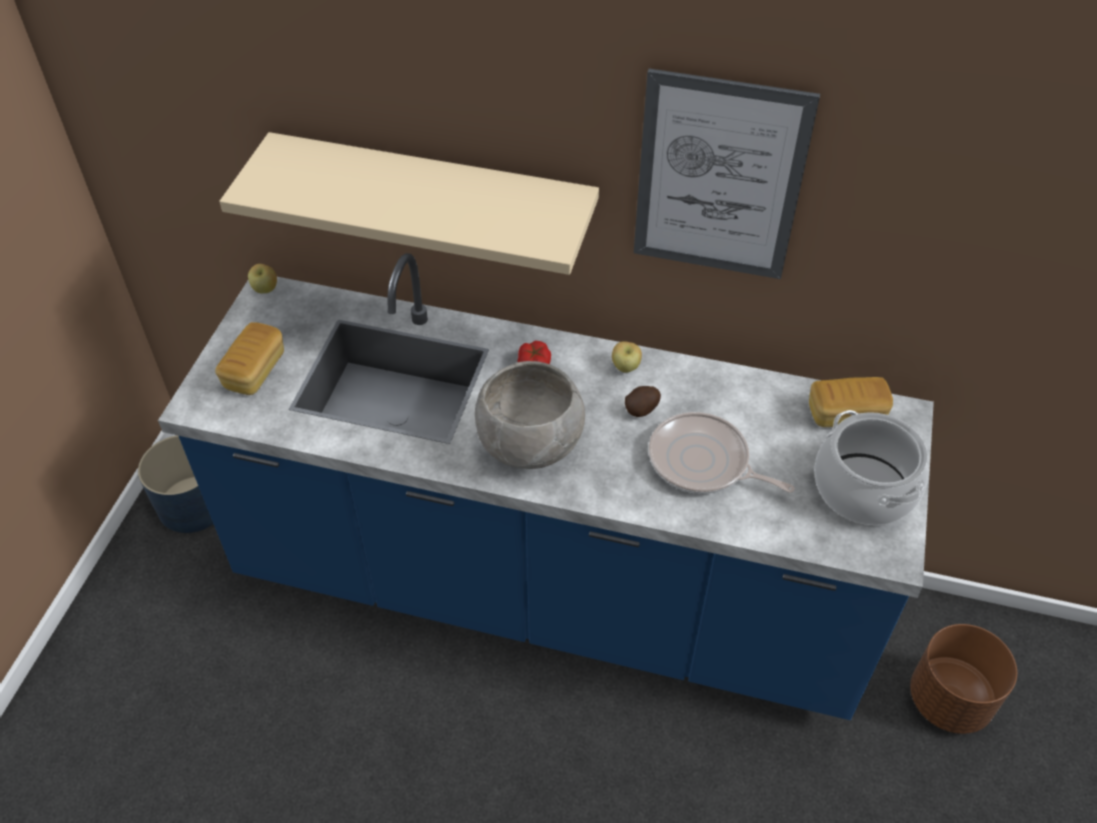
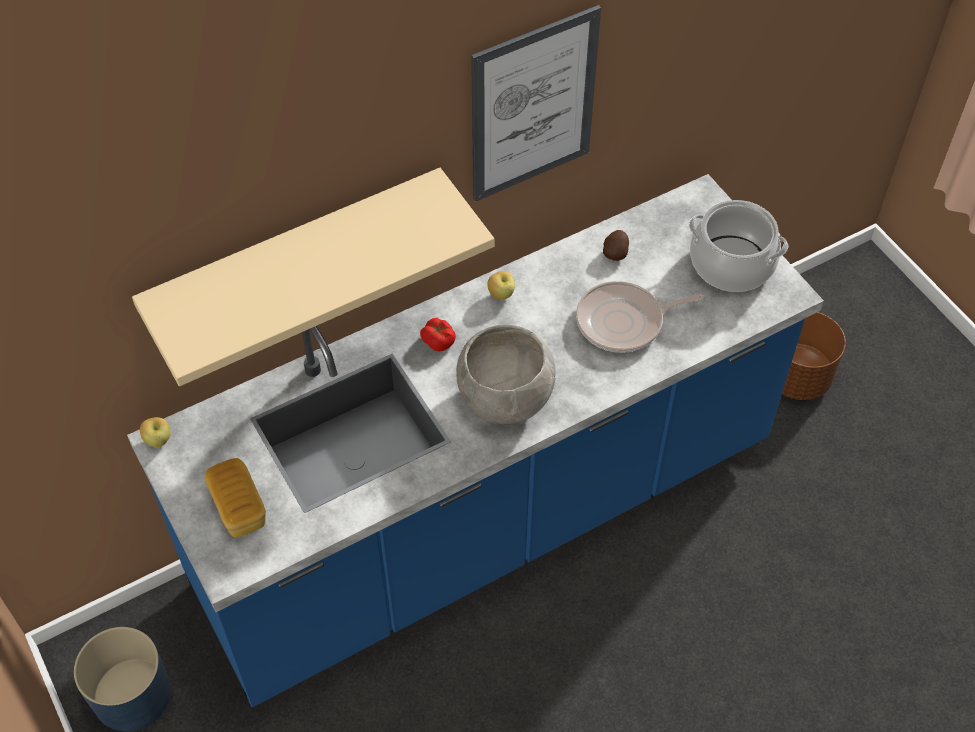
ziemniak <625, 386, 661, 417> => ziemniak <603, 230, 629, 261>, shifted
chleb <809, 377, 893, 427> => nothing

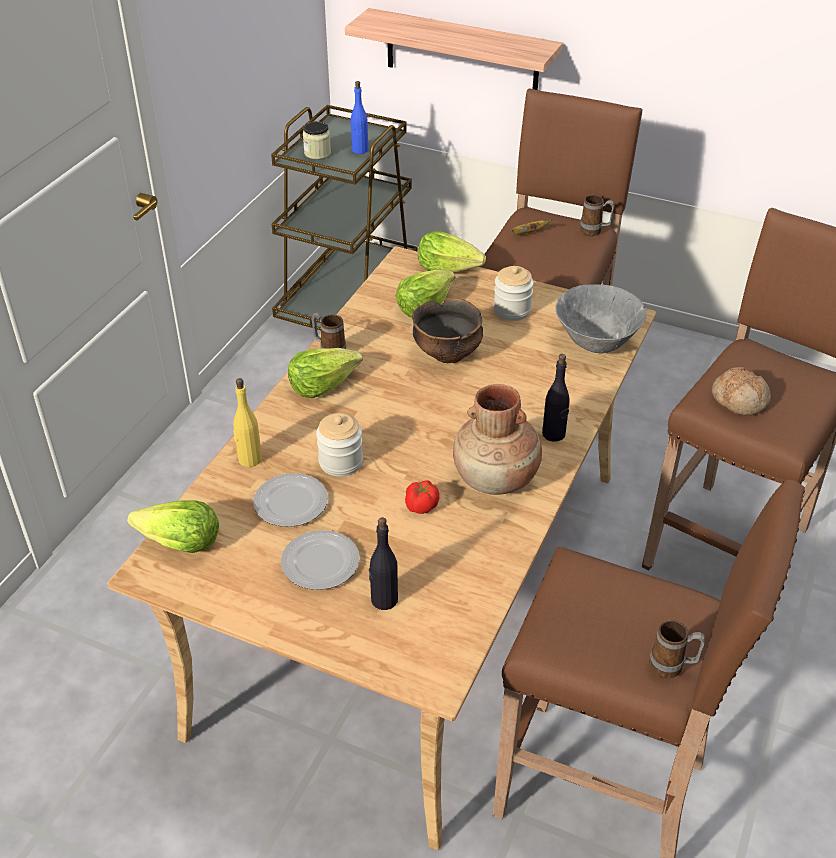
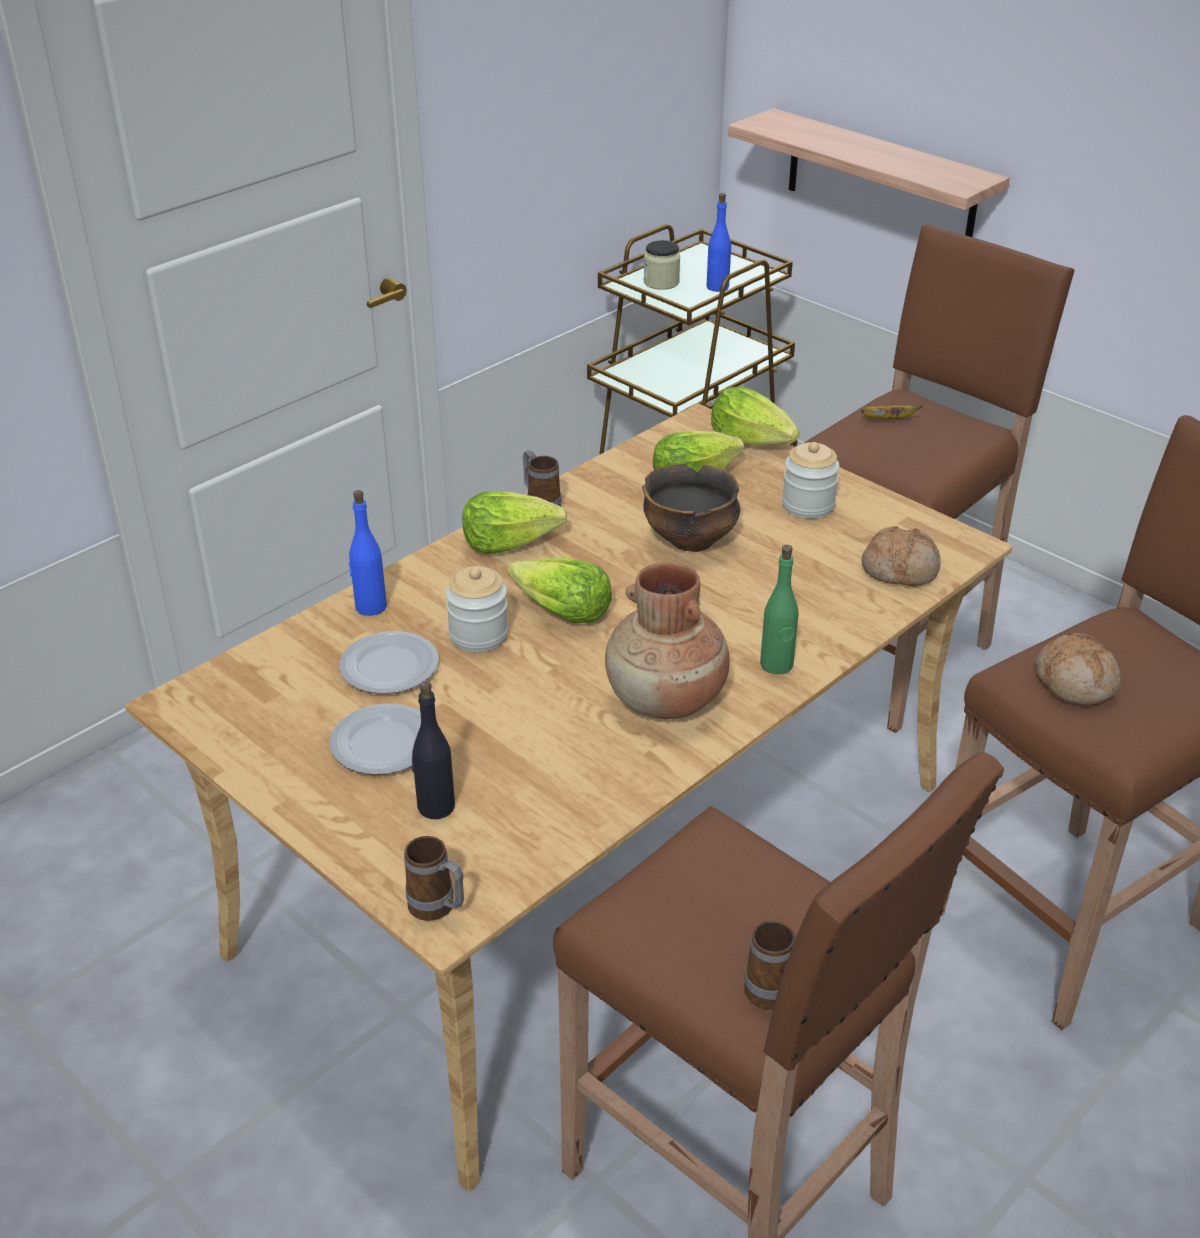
sałata <127, 500, 219, 553> => sałata <508, 558, 612, 623>, shifted
butelka/żółty <233, 378, 262, 467> => butelka/niebieski <349, 490, 387, 616>
pomidor <405, 480, 439, 514> => nothing
butelka/czarny <542, 354, 570, 442> => butelka/zielony <760, 545, 798, 674>
miska/szary <555, 284, 646, 354> => chleb <862, 526, 941, 586>
kubek <580, 195, 615, 236> => kubek <404, 836, 464, 921>, shifted

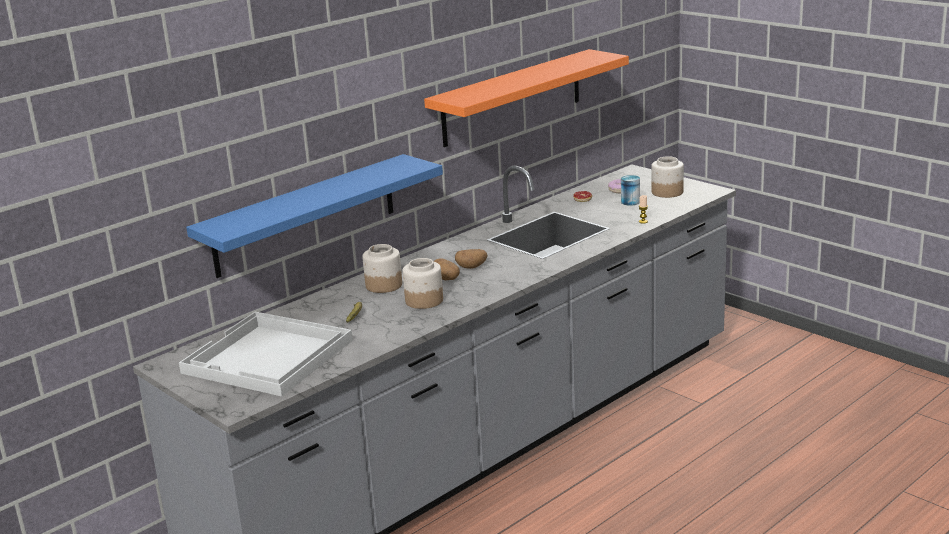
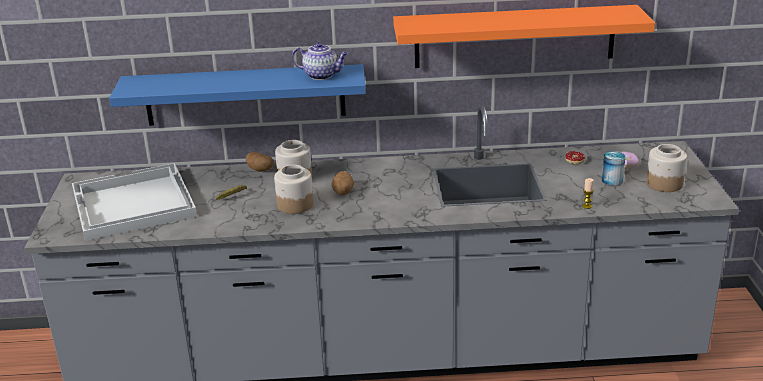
ziemniak <455, 249, 488, 269> => ziemniak <246, 152, 274, 172>, shifted
nothing => imbryk <292, 42, 348, 80>

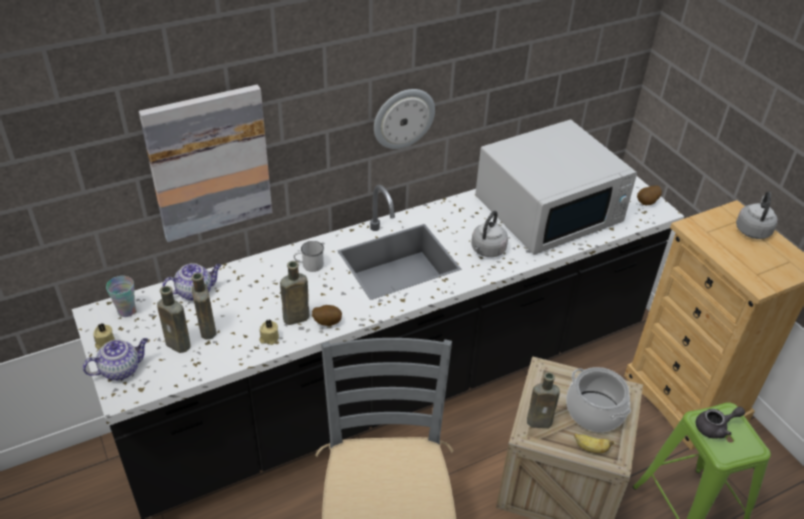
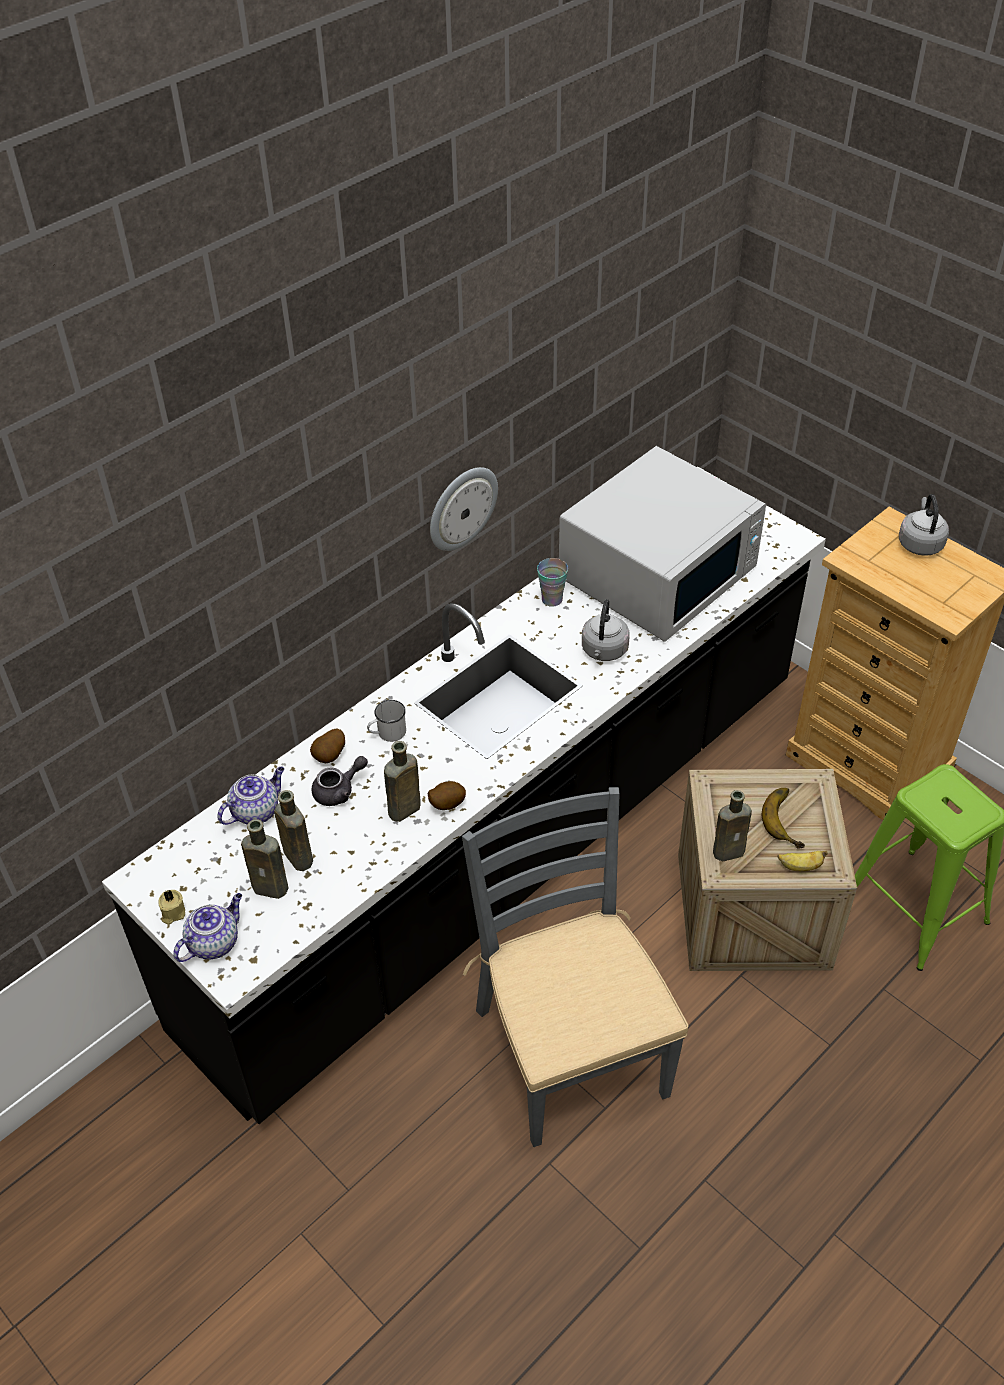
filiżanka <106, 276, 136, 317> => filiżanka <537, 558, 568, 607>, shifted
obraz <139, 85, 272, 242> => nothing
świeca/beżowy <259, 319, 279, 345> => nothing
garnek <566, 367, 631, 432> => banan <762, 788, 805, 849>
ziemniak <637, 186, 662, 205> => ziemniak <310, 728, 345, 763>, shifted
imbryk/szary <696, 407, 745, 439> => imbryk/szary <311, 756, 368, 806>, shifted

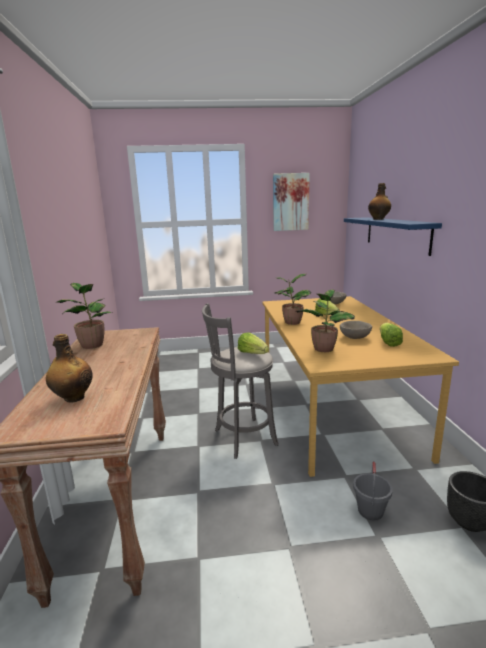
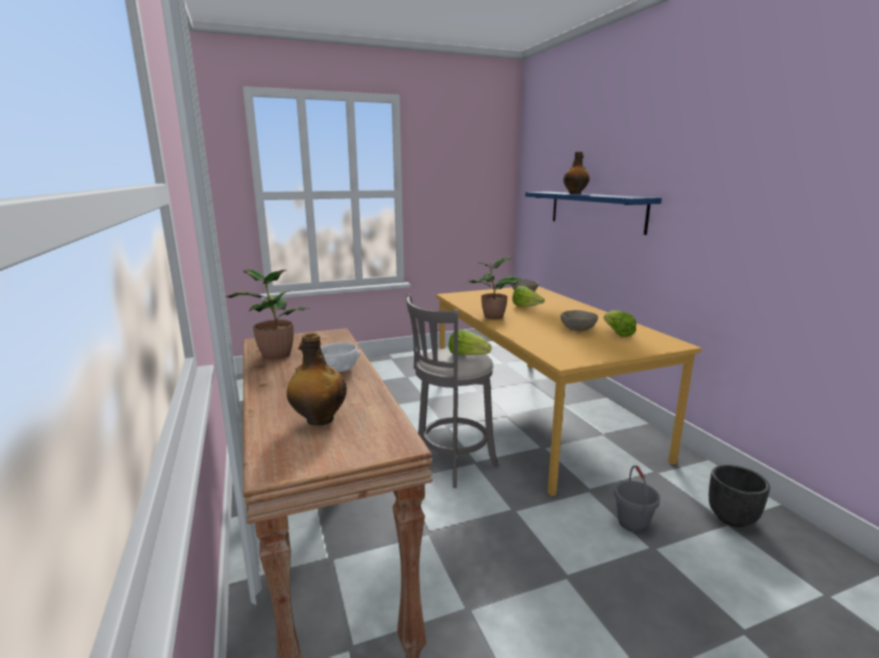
obraz <273, 173, 310, 231> => nothing
roślina doniczkowa <296, 289, 355, 352> => nothing
nothing => miska/biały <321, 342, 360, 372>

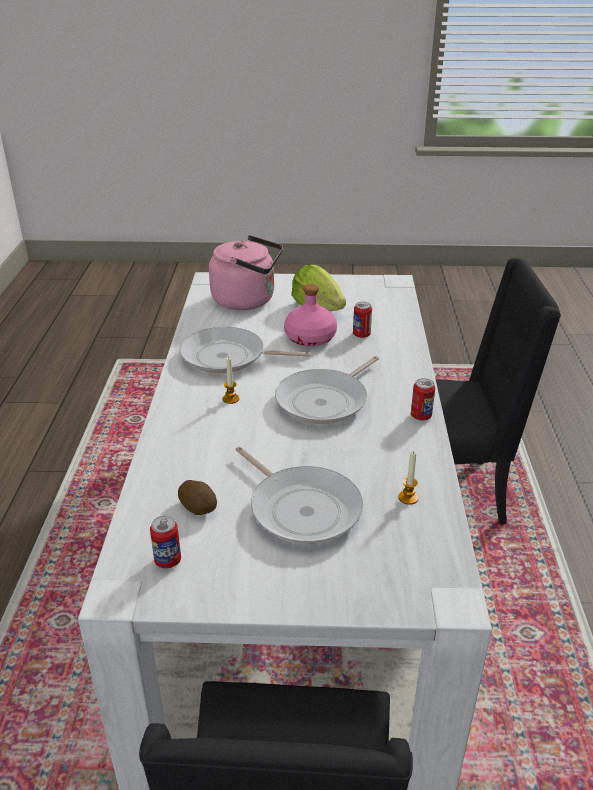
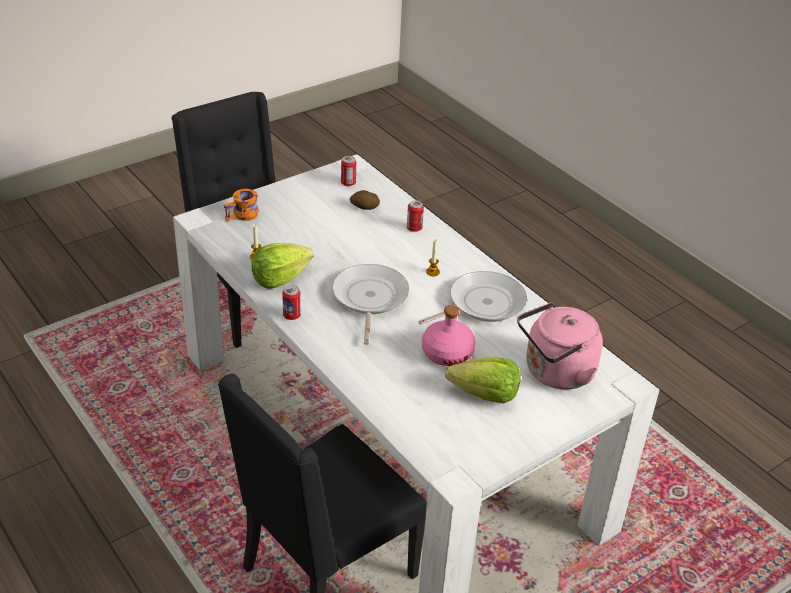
patelnia <235, 446, 363, 544> => nothing
puszka <353, 302, 372, 338> => puszka <407, 200, 424, 232>, shifted
nothing => kubek/pomarańczowy <224, 189, 259, 221>
nothing => sałata <251, 243, 313, 289>

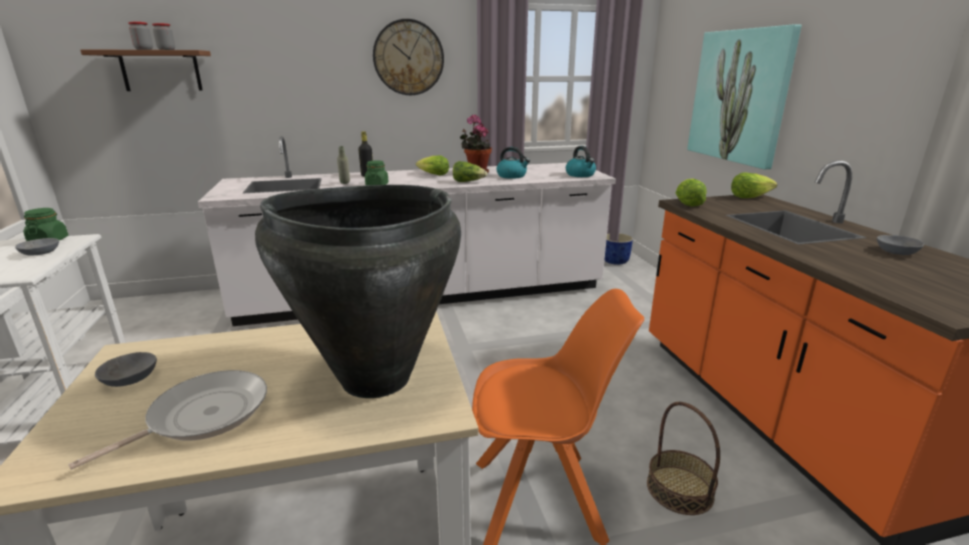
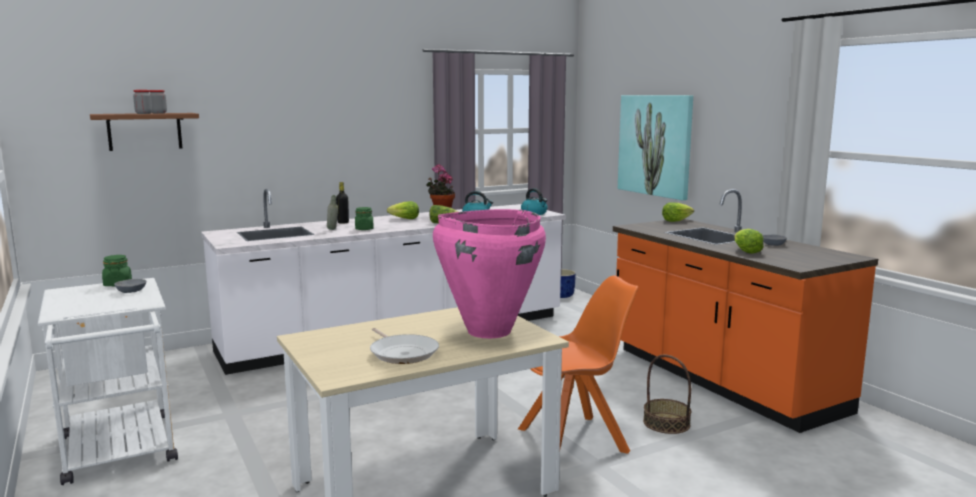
patelnia <68, 370, 267, 470> => patelnia <370, 328, 439, 364>, 120 degrees clockwise
miska/szary <95, 352, 157, 387> => nothing
wazon/czarny <255, 185, 461, 398> => wazon/różowy <433, 209, 546, 339>
zegar ścienny <373, 19, 444, 95> => nothing
sałata <675, 179, 707, 207> => sałata <735, 229, 763, 254>, shifted

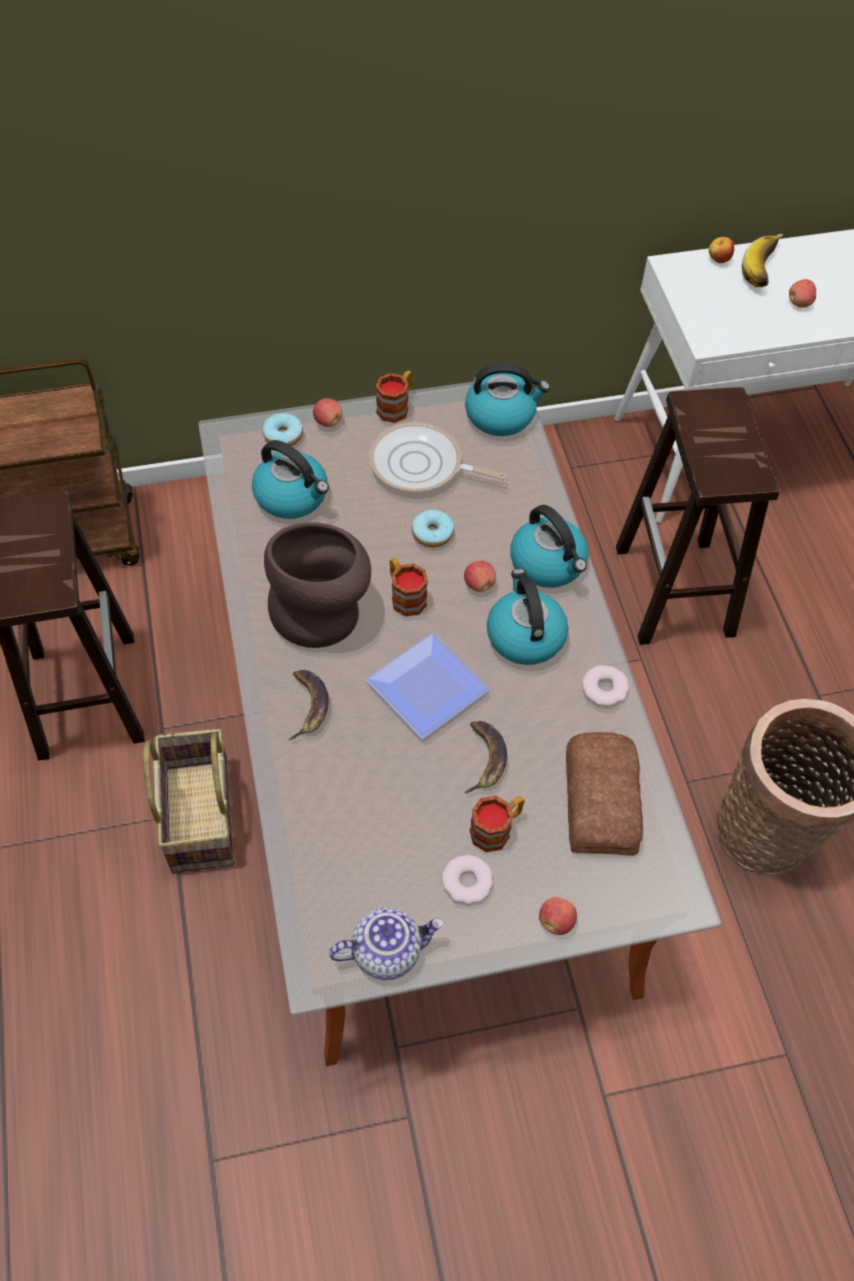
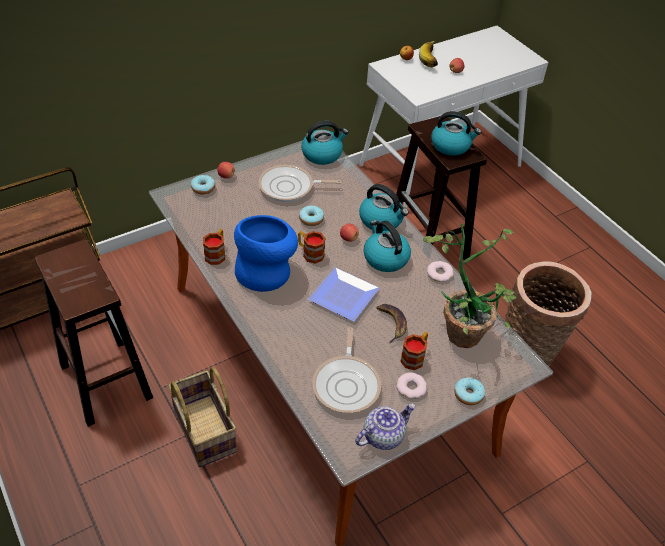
czajnik <252, 440, 329, 519> => czajnik <431, 111, 481, 156>, shifted
wazon/brązowy <264, 522, 371, 648> => wazon/niebieski <234, 215, 298, 292>
banan <289, 670, 329, 740> => nothing
kubek <376, 370, 412, 423> => kubek <203, 229, 225, 265>, shifted
jabłko <539, 897, 577, 935> => donut <454, 377, 485, 405>
chleb <566, 732, 643, 856> => roślina doniczkowa <423, 224, 516, 348>
nothing => patelnia <312, 327, 381, 413>

